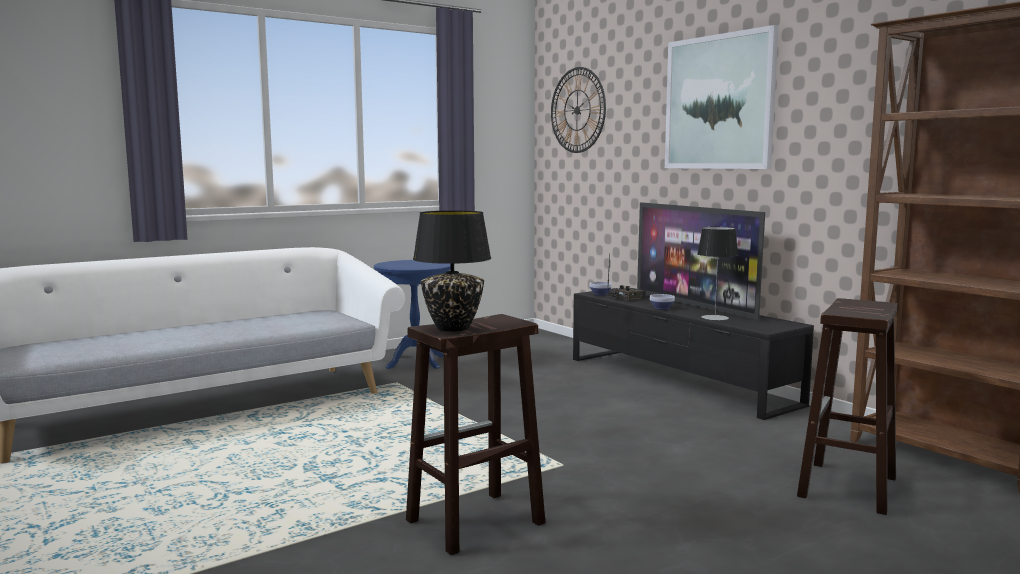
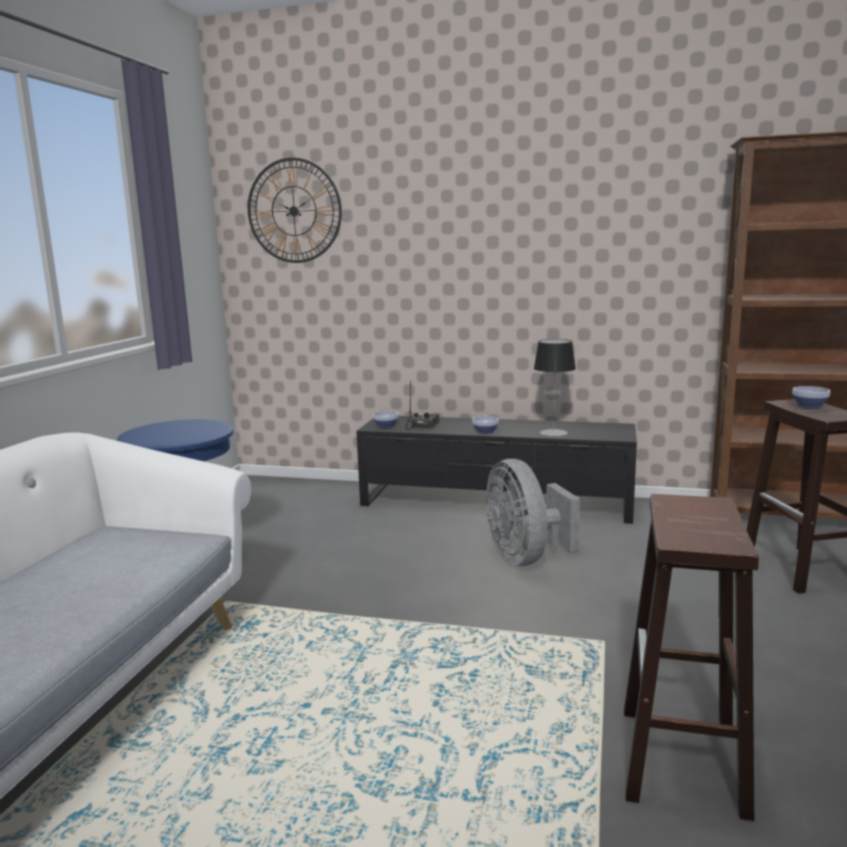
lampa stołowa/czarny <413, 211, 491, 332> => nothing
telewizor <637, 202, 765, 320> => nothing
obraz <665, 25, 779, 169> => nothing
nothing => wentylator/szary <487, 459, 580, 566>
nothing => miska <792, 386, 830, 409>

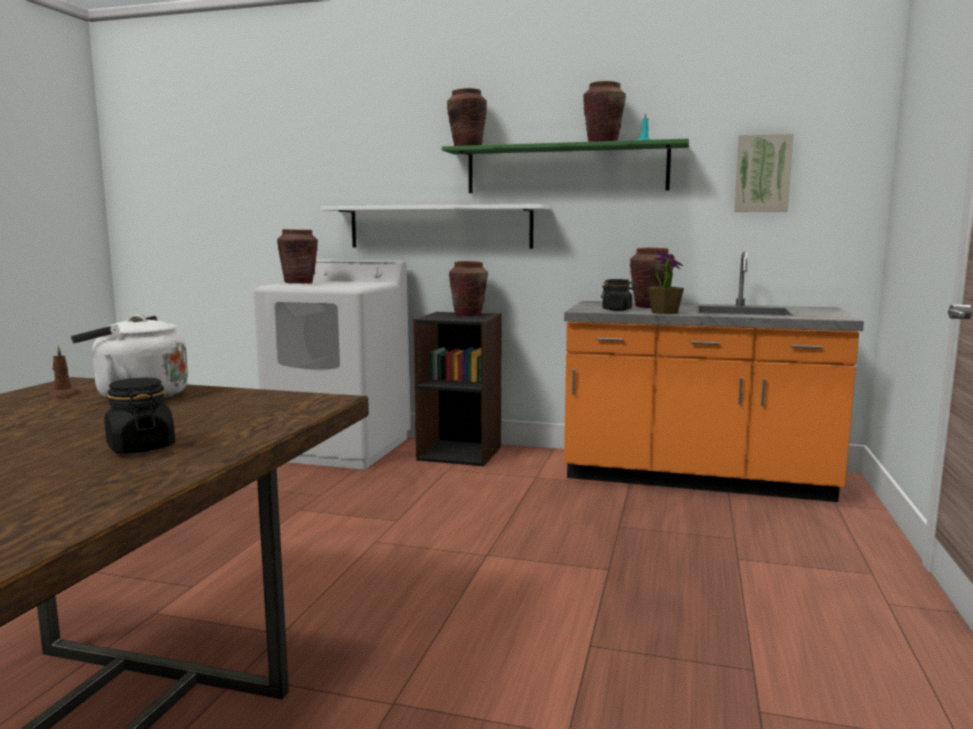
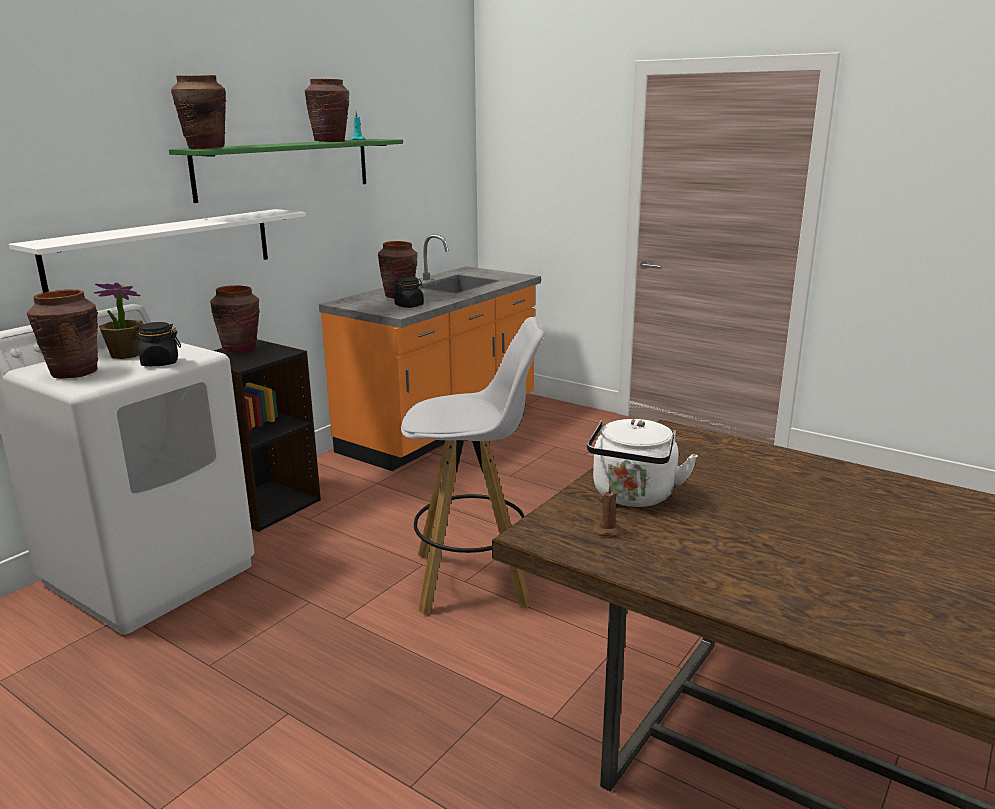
słoik/czarny <104, 378, 175, 453> => słoik/czarny <131, 322, 181, 366>, shifted
roślina doniczkowa <648, 250, 684, 314> => roślina doniczkowa <94, 283, 143, 359>, shifted
obraz <734, 134, 793, 212> => nothing
nothing => stołek/biały <401, 317, 545, 615>

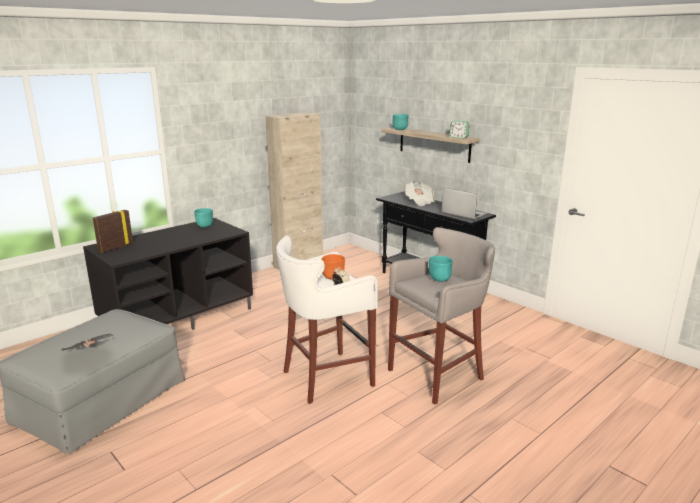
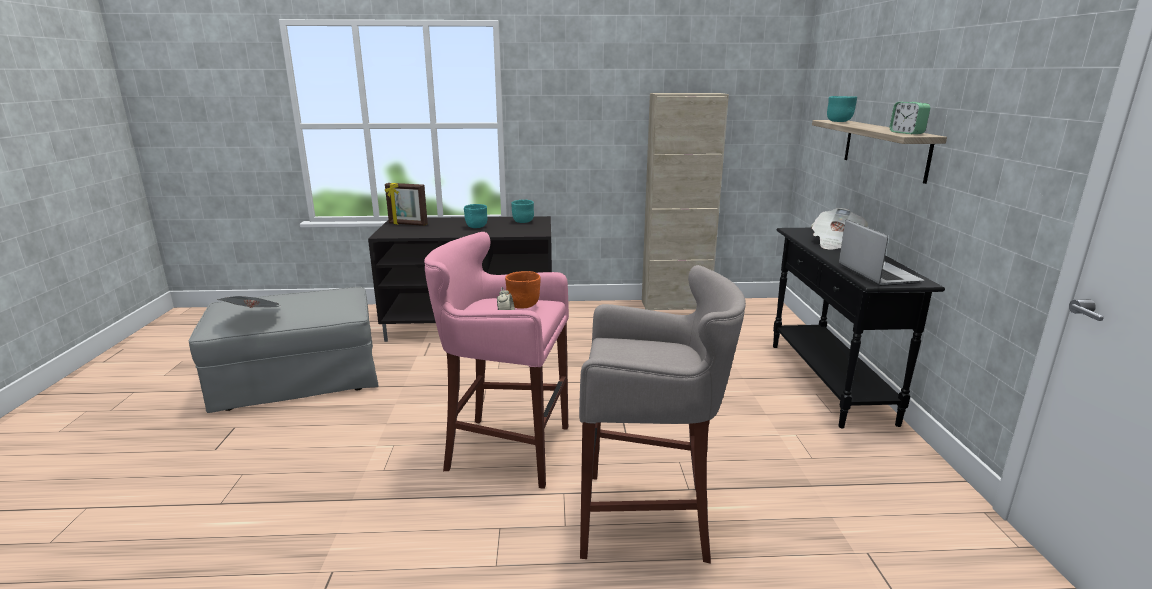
ramka na zdjęcie <93, 210, 133, 253> => ramka na zdjęcie <385, 183, 428, 226>, 150 degrees counterclockwise
stołek/biały <276, 236, 378, 404> => stołek/różowy <424, 232, 569, 489>
miska/turkusowy <429, 256, 453, 282> => miska/turkusowy <464, 204, 488, 228>, shifted

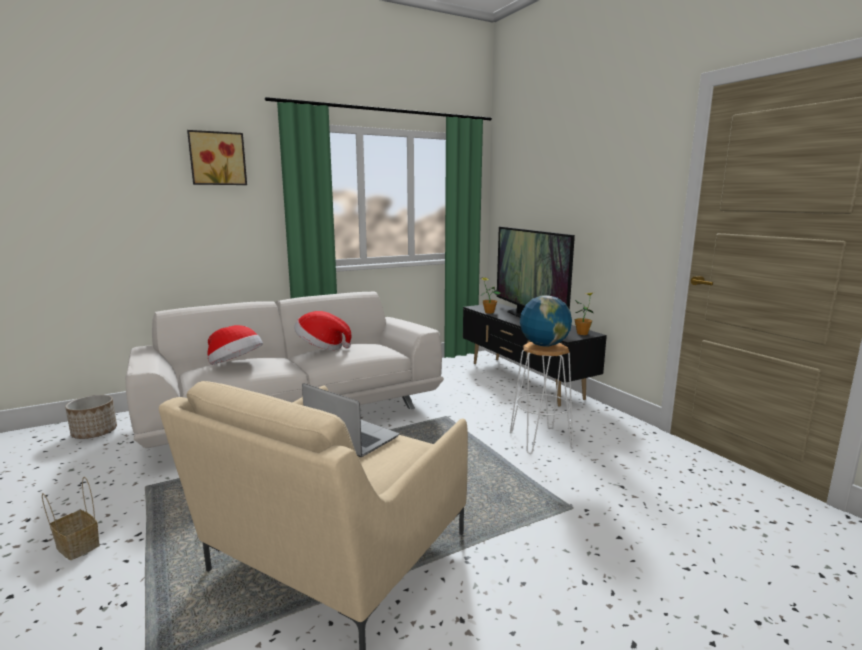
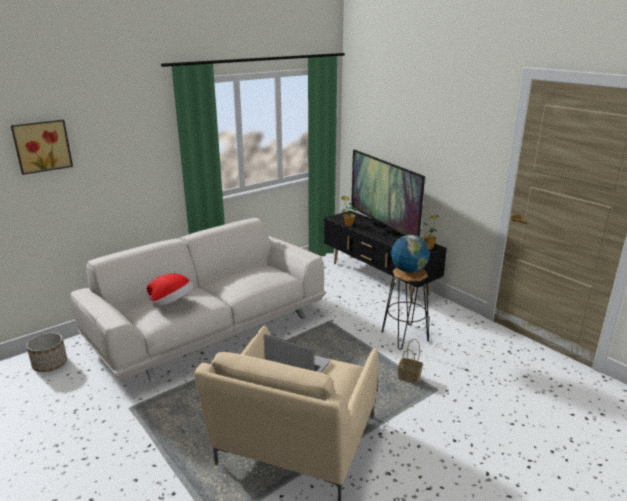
koszyk <42, 477, 100, 560> => koszyk <398, 339, 423, 384>, shifted
obraz <187, 130, 247, 185> => obraz <11, 119, 73, 175>, shifted
kapelusz <294, 311, 351, 350> => nothing
stołek/biały <510, 342, 573, 454> => stołek/czarny <382, 268, 429, 350>

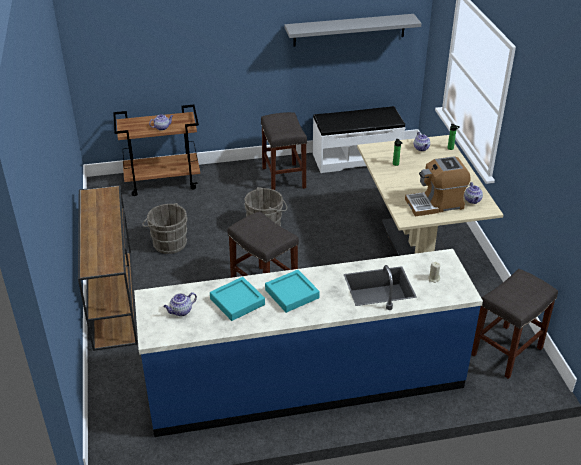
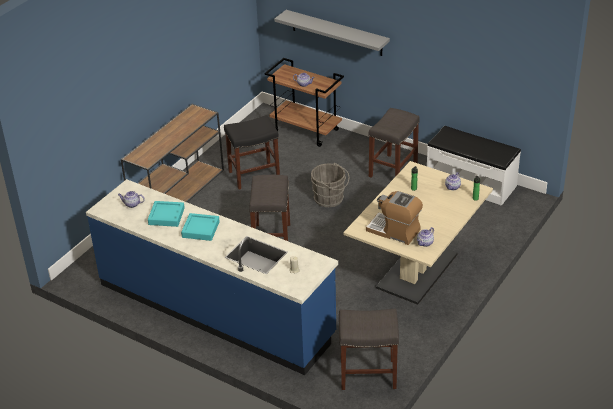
wiadro/szary <142, 203, 187, 254> => stołek/czarny <224, 115, 280, 190>
półka/szary <285, 14, 422, 47> => półka/szary <274, 10, 390, 56>, shifted

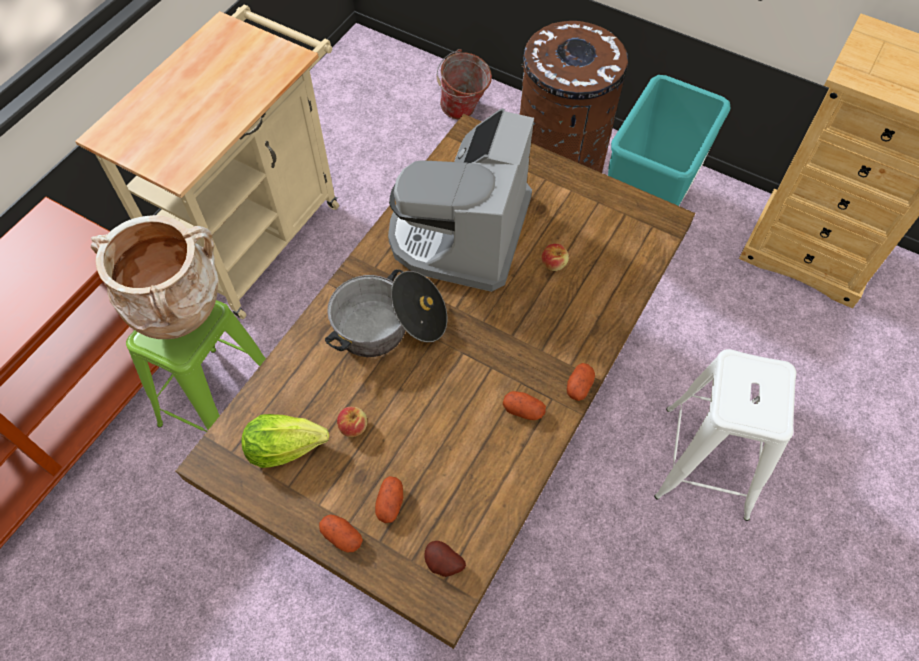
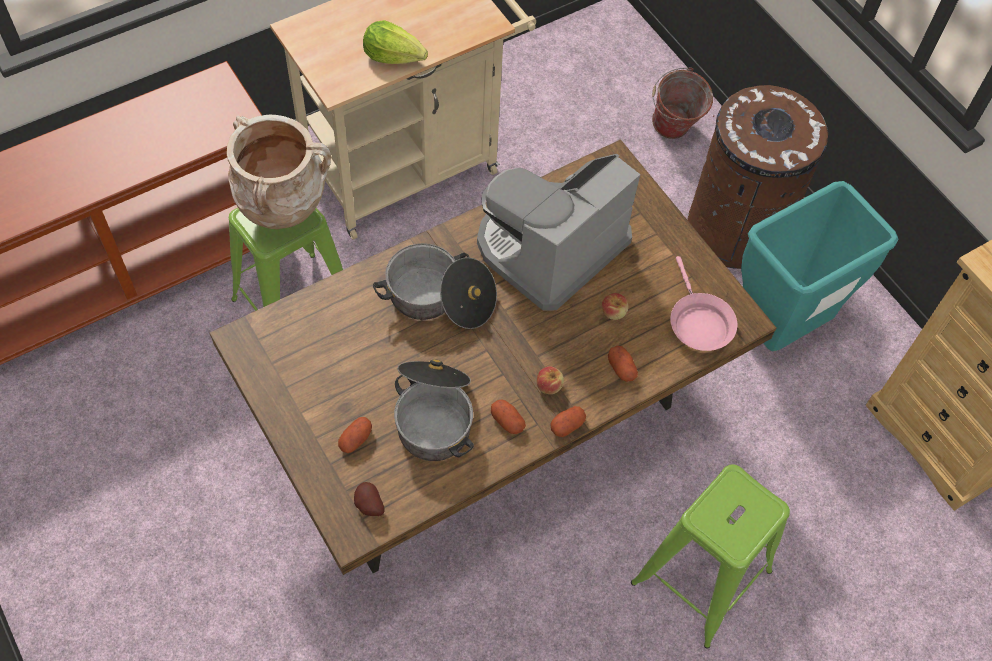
sałata <242, 414, 329, 468> => sałata <363, 20, 428, 64>, shifted
ziemniak <319, 514, 363, 553> => ziemniak <608, 346, 638, 382>, shifted
jabłko <337, 407, 367, 437> => jabłko <537, 366, 564, 394>, shifted
stołek/biały <654, 349, 796, 521> => stołek/zielony <631, 464, 790, 649>
nothing => garnek <394, 359, 474, 461>
nothing => patelnia/różowy <670, 256, 737, 351>

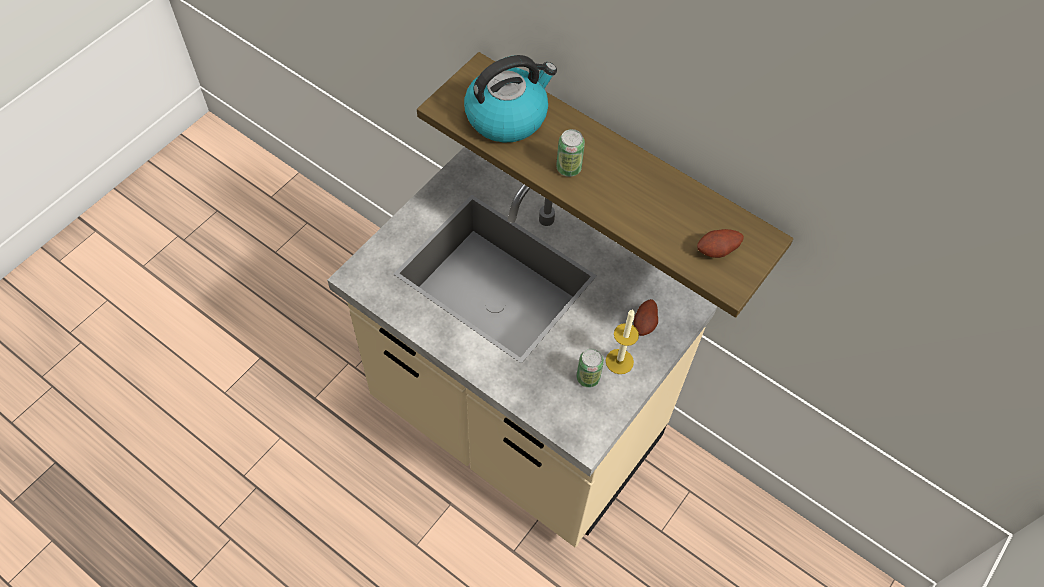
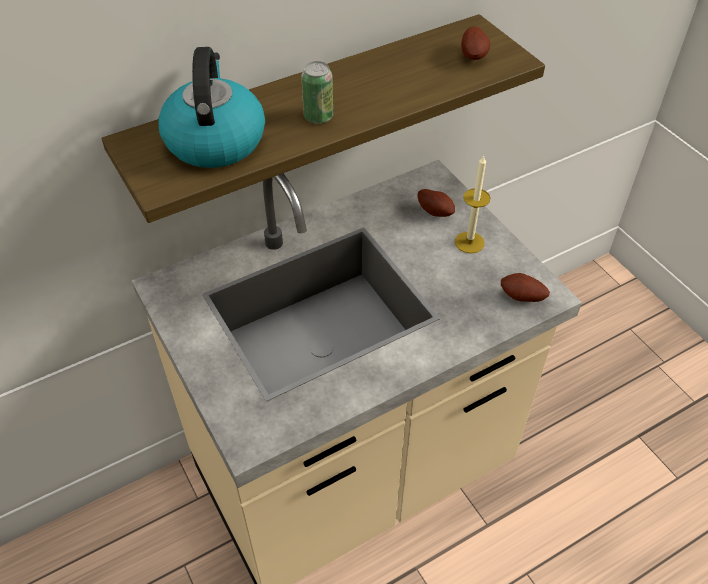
puszka <576, 349, 604, 388> => nothing
nothing => ziemniak <501, 273, 550, 302>

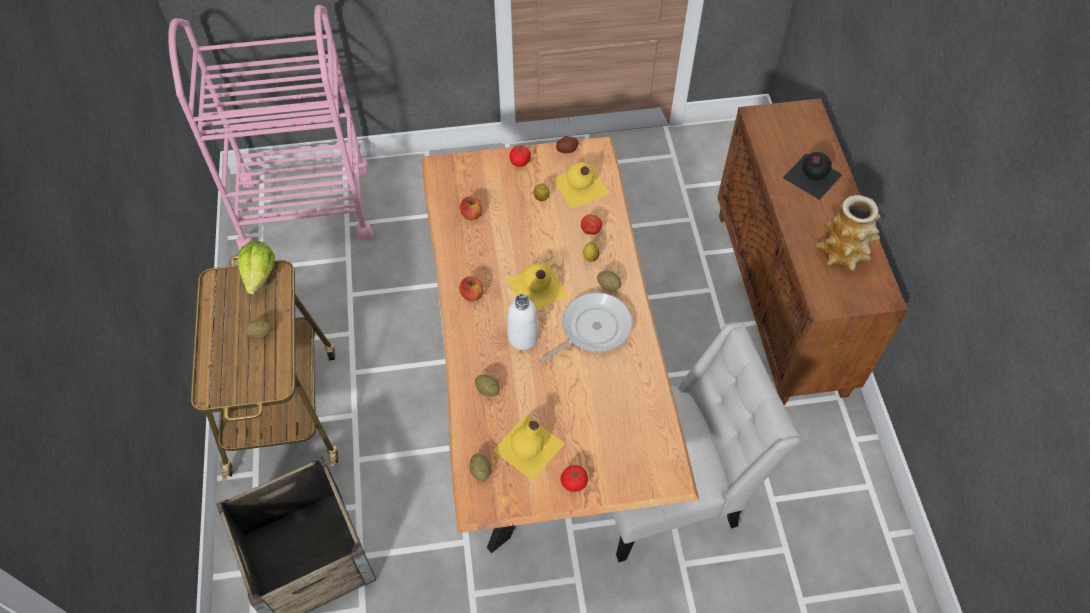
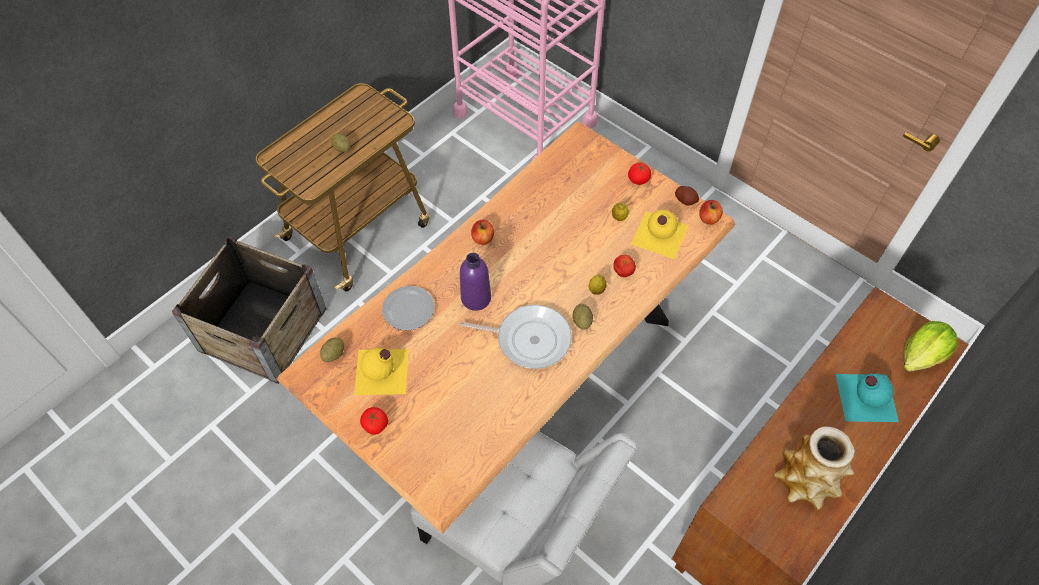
sałata <238, 241, 275, 295> => sałata <904, 321, 957, 372>, shifted
jabłko <460, 196, 482, 220> => jabłko <699, 200, 723, 225>, shifted
ziemniak <475, 375, 500, 397> => talerz <382, 286, 435, 331>
butelka/żółty <507, 262, 568, 310> => nothing
butelka/biały <508, 294, 538, 350> => butelka/fioletowy <460, 253, 491, 311>
butelka/czarny <783, 152, 843, 200> => butelka/turkusowy <836, 373, 899, 422>

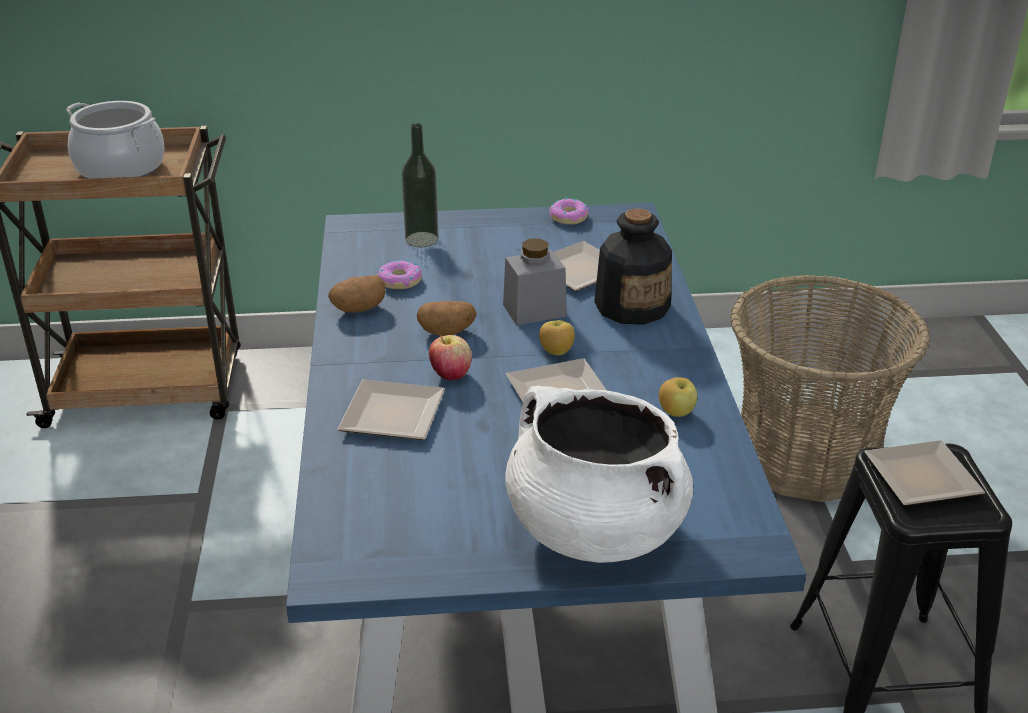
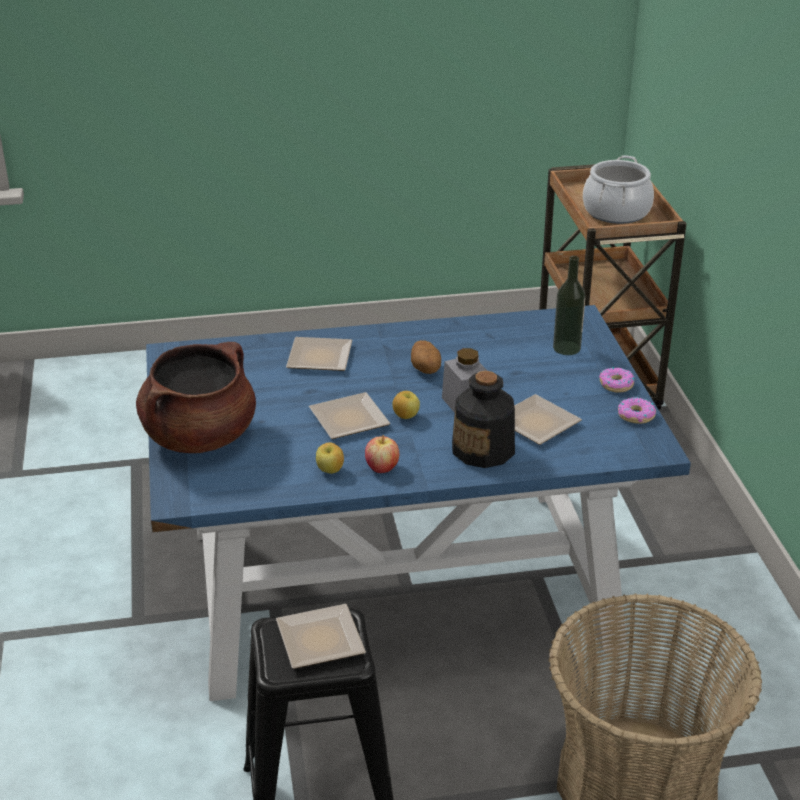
ziemniak <328, 275, 385, 313> => nothing
donut <378, 260, 422, 289> => donut <599, 367, 634, 393>, shifted
jabłko <429, 335, 472, 381> => jabłko <365, 435, 399, 473>, shifted
garnek/biały <505, 386, 693, 563> => garnek/brązowy <136, 342, 256, 453>

